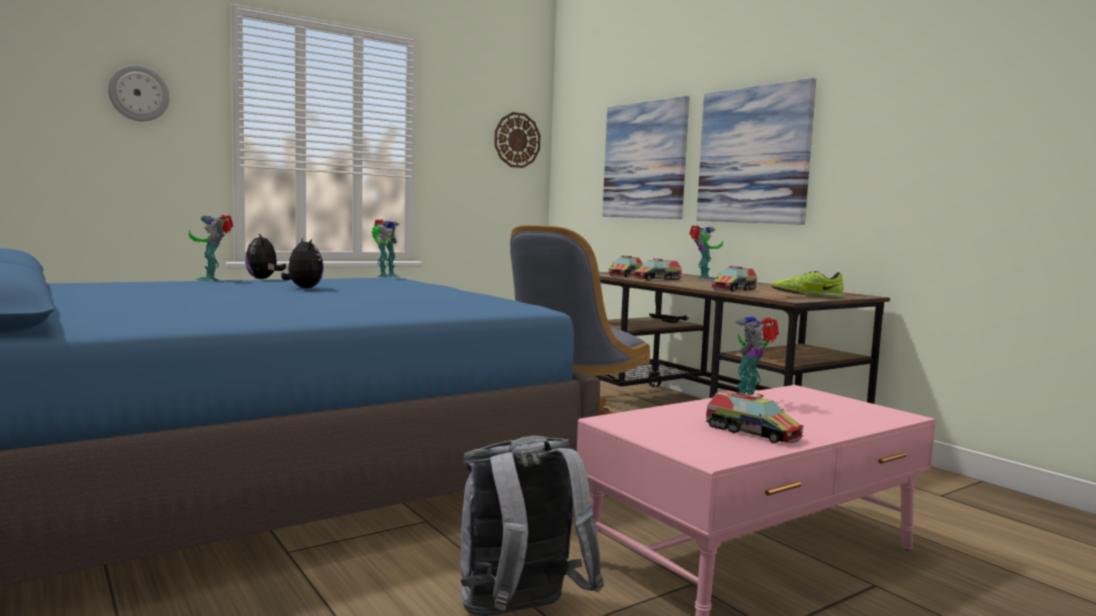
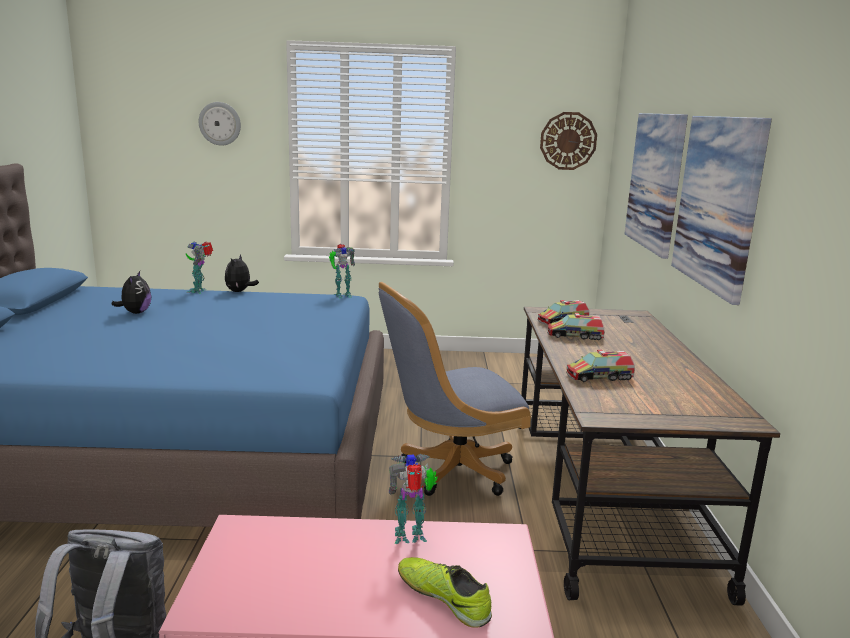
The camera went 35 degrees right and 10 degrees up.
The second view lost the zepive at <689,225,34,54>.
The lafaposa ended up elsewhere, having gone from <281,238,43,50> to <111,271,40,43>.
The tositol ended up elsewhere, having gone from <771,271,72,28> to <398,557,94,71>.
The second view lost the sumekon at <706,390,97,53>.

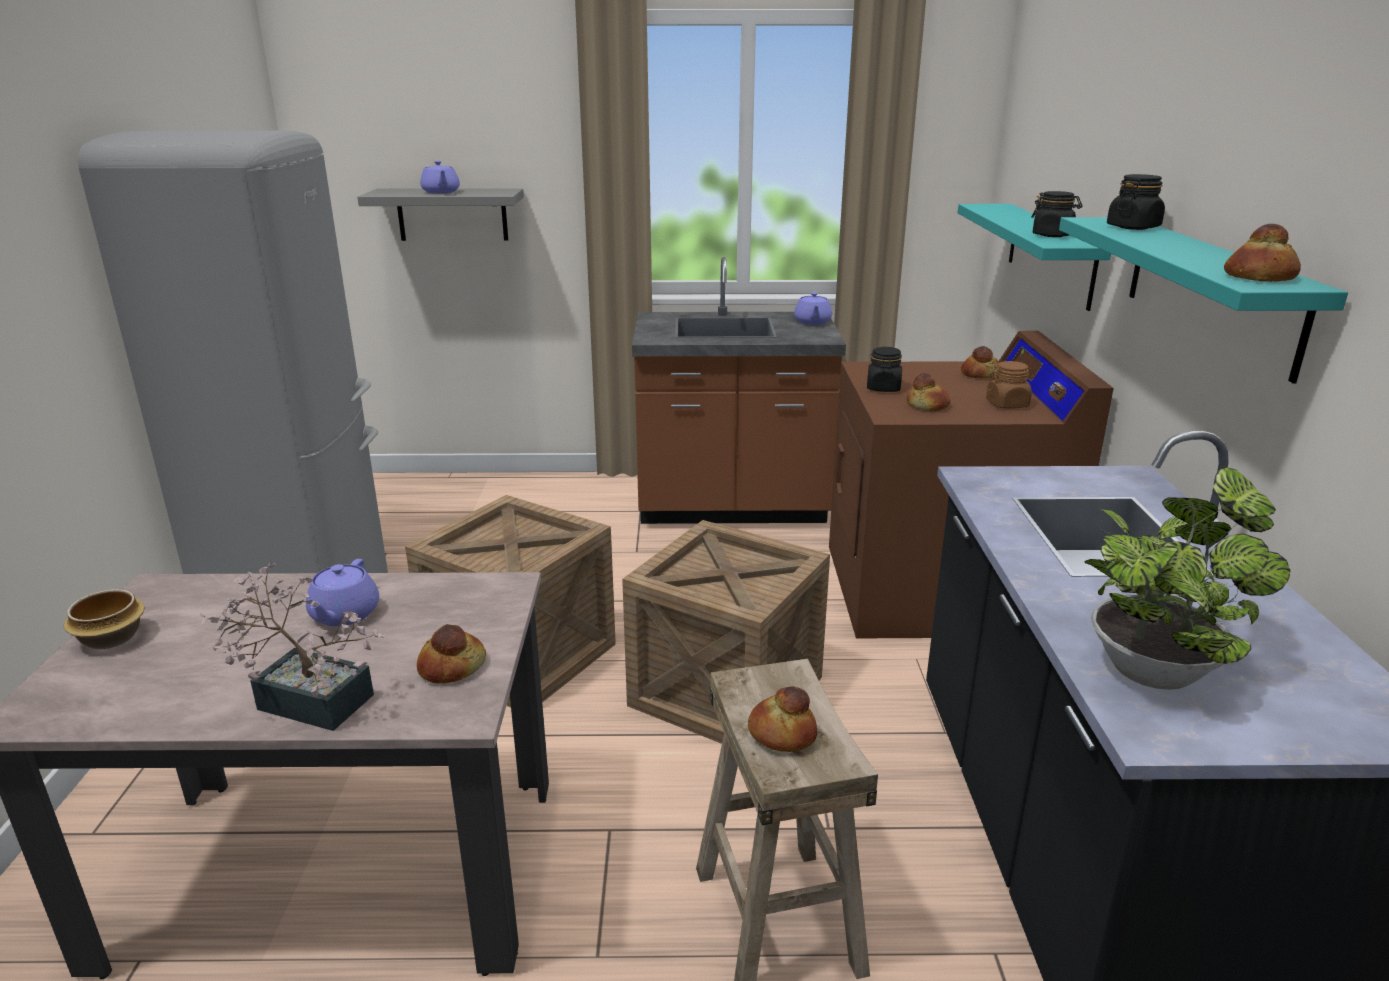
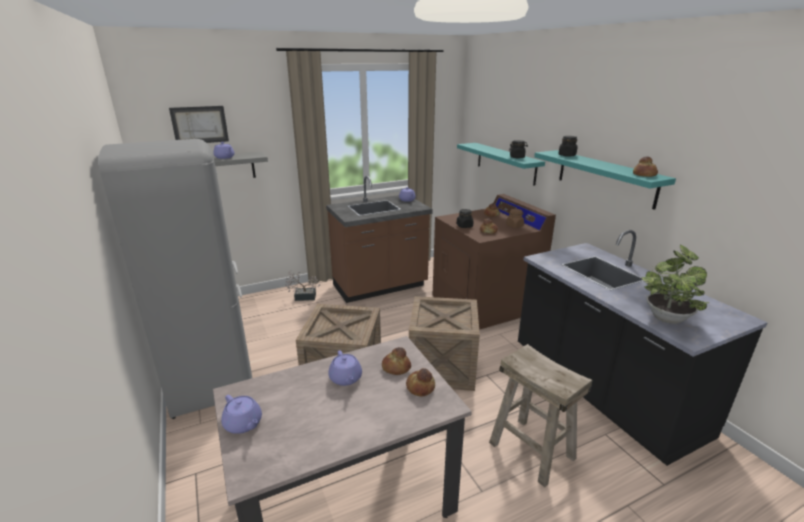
The camera went 25 degrees left and 0 degrees up.
The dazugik ended up elsewhere, having gone from <200,562,185,169> to <285,270,35,31>.
Where the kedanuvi stood at <64,589,81,60>, the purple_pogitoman came to stand at <221,395,41,39>.
The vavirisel ended up elsewhere, having gone from <748,686,69,66> to <382,347,29,28>.
The second view gained the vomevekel at <169,106,60,37>.

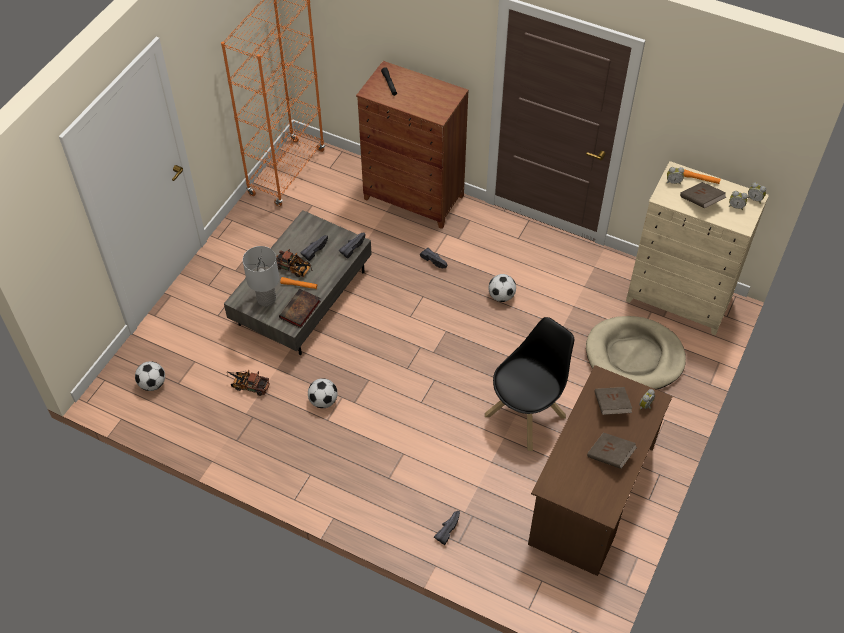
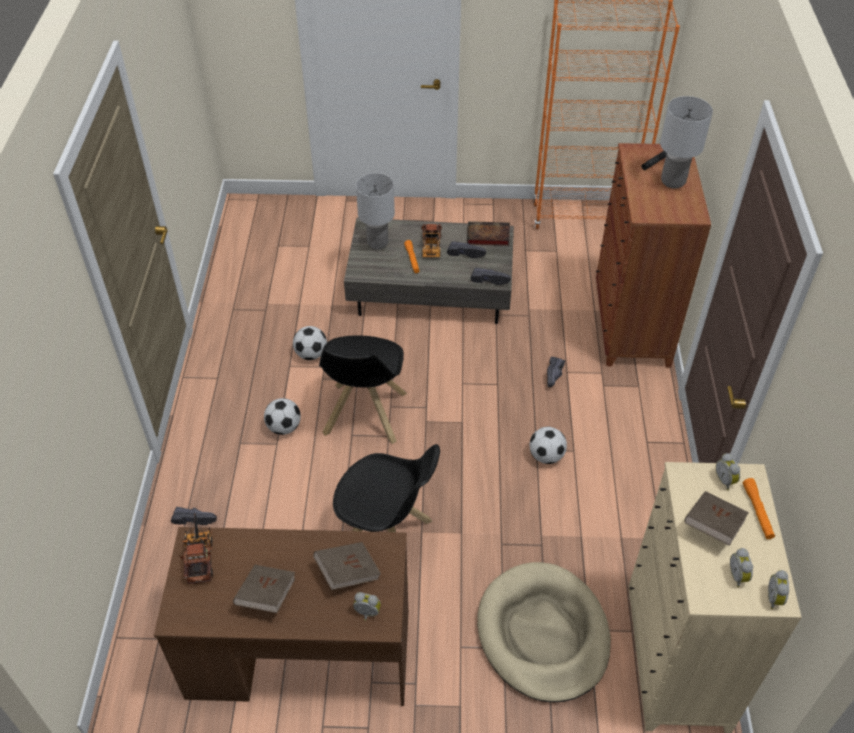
The camera went 65 degrees right and 5 degrees down.
The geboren ended up elsewhere, having gone from <279,289,42,39> to <467,221,43,25>.
The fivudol ended up elsewhere, having gone from <135,361,30,30> to <264,398,37,37>.
The sumekon ended up elsewhere, having gone from <227,370,43,26> to <180,513,33,71>.
The second view gained the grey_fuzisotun at <660,96,53,93>.
The second view gained the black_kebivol at <319,336,88,108>.

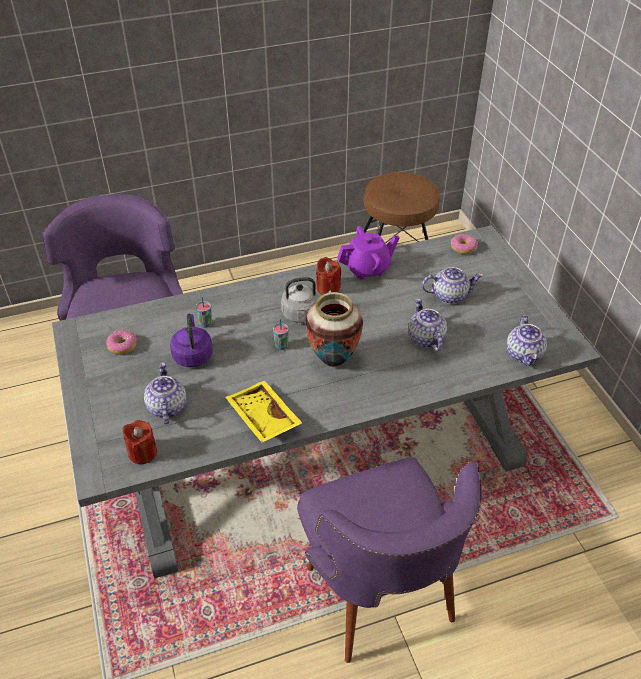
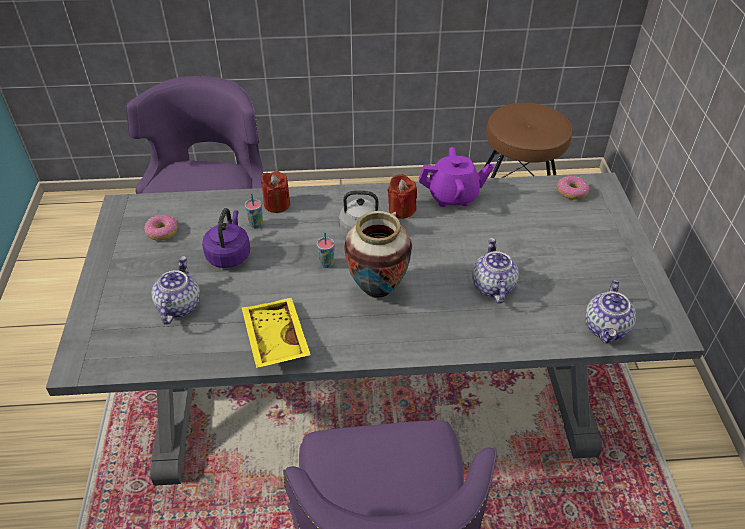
The camera went 15 degrees right and 0 degrees up.
The second view lost the pogitoman at <422,267,61,37>.
The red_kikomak ended up elsewhere, having gone from <122,420,35,44> to <261,171,29,42>.

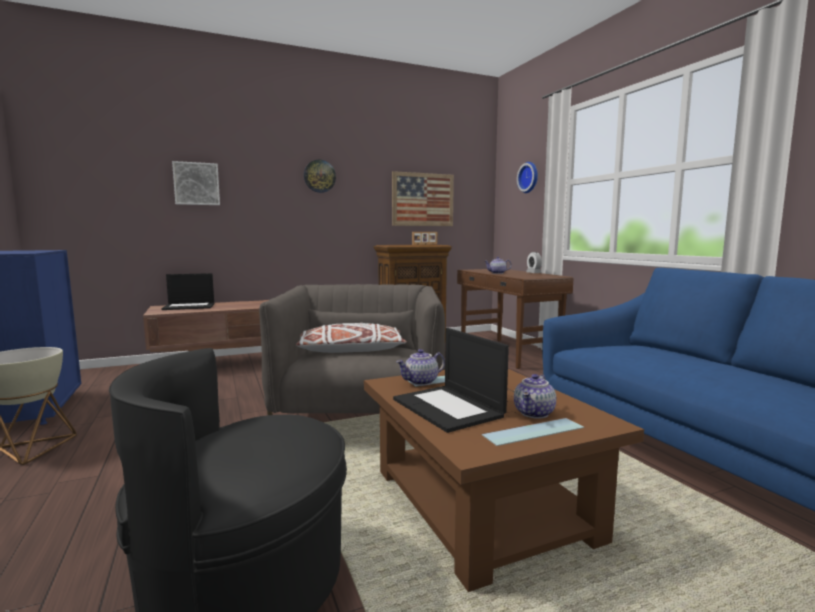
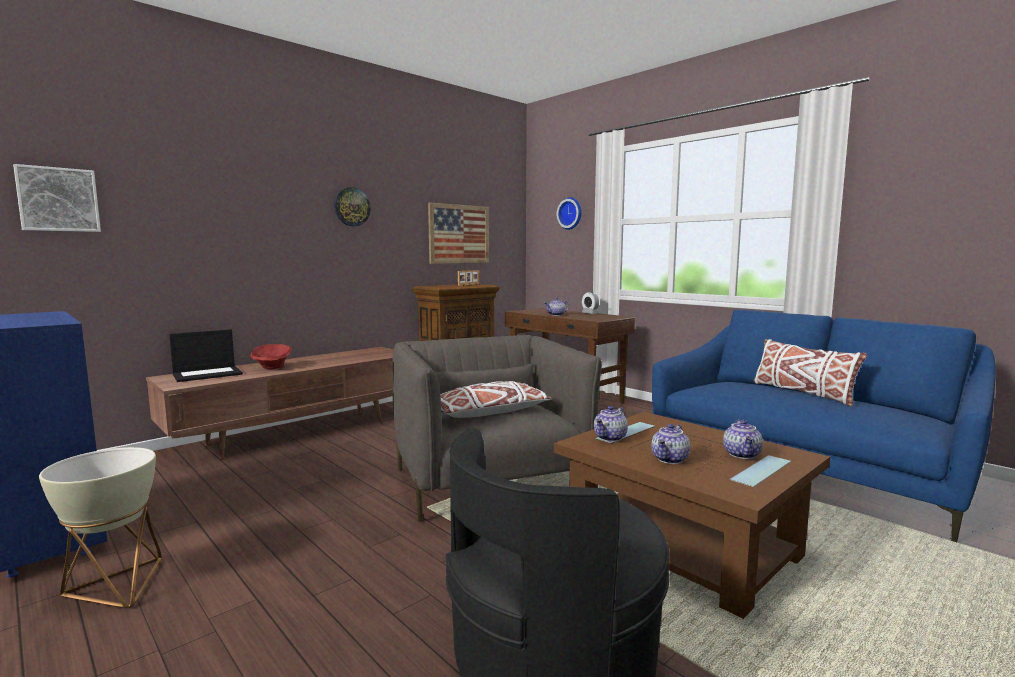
The camera went 20 degrees left and 0 degrees up.
The vomevekel ended up elsewhere, having gone from <172,161,48,44> to <13,164,88,68>.
Where the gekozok stood at <393,328,116,105>, the pogitoman came to stand at <651,424,39,40>.
The second view gained the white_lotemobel at <754,339,113,67>.
The second view gained the red_kedanuvi at <250,344,42,25>.

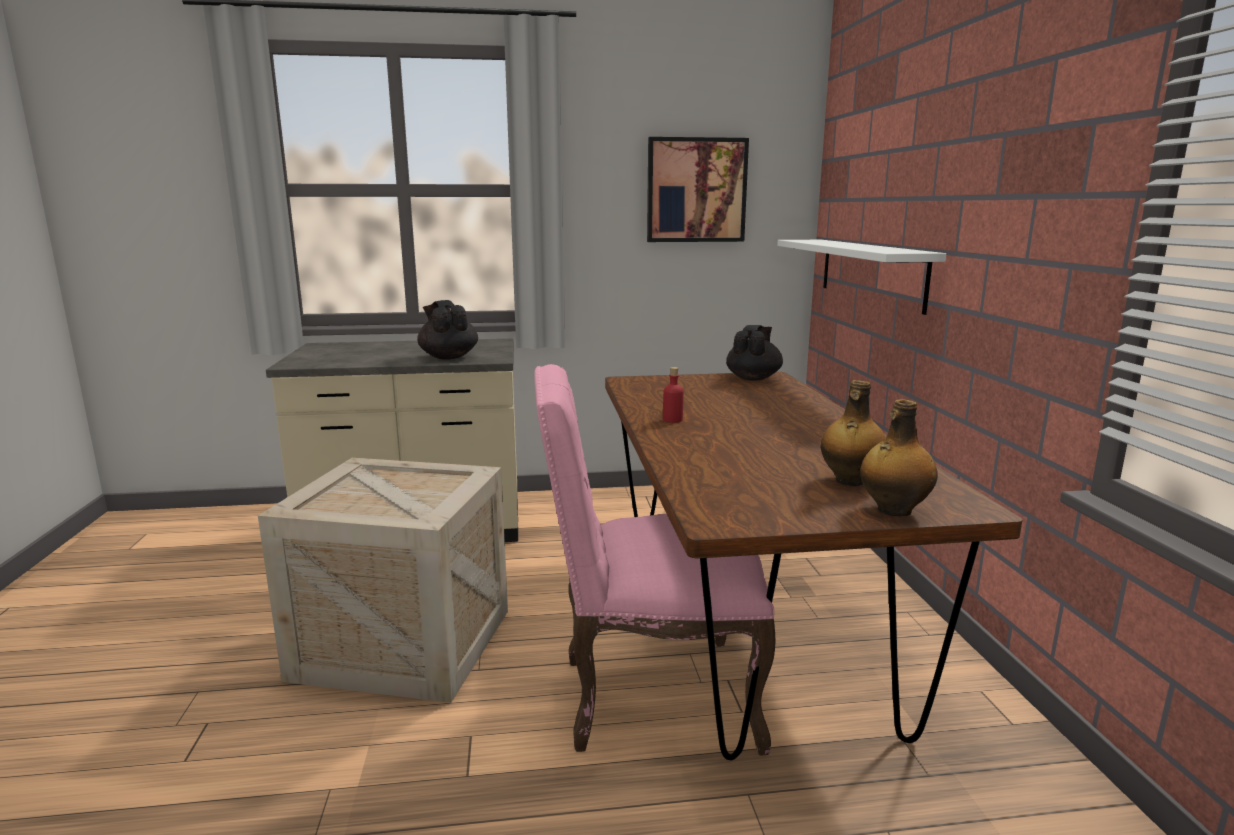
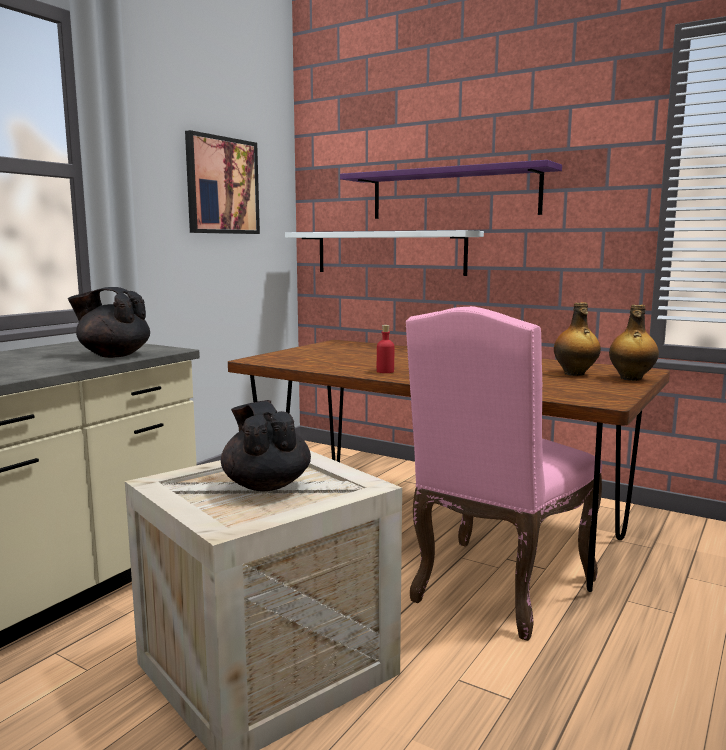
The camera went 50 degrees left and 5 degrees down.
The black_pogitoman ended up elsewhere, having gone from <726,325,57,56> to <221,400,90,92>.
The second view gained the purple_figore at <340,160,222,59>.

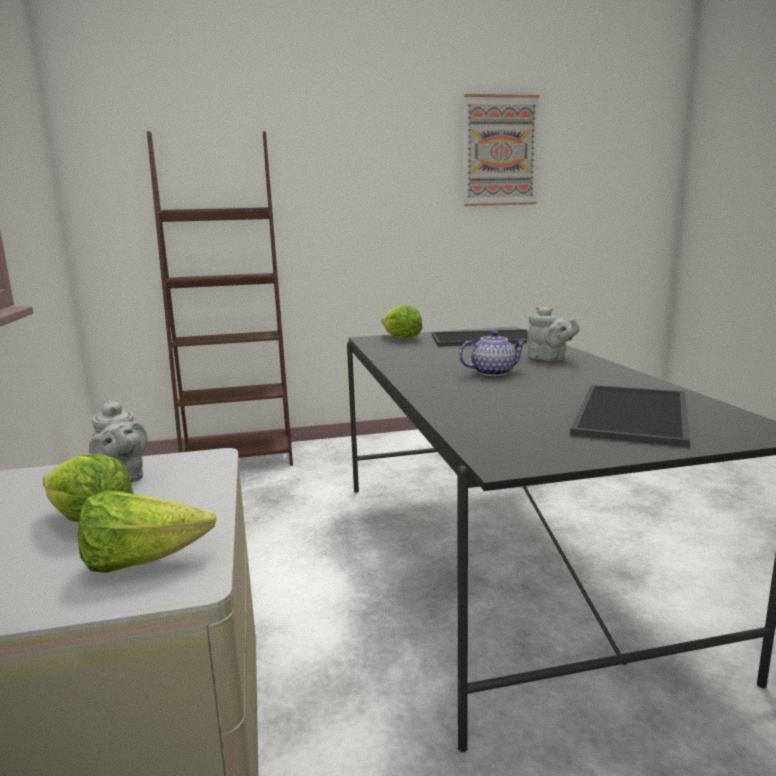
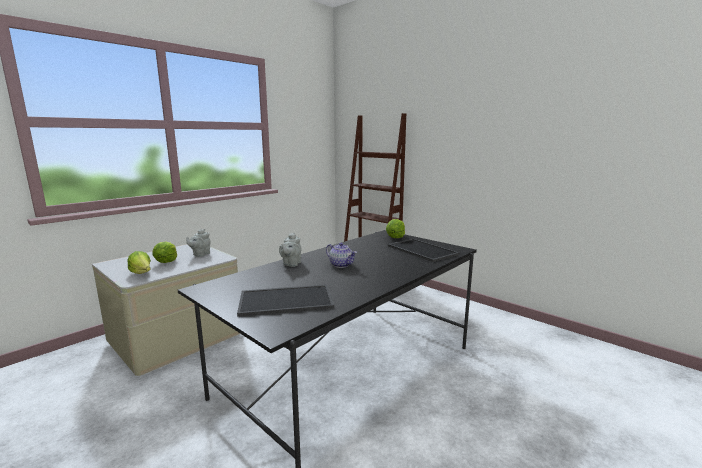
The camera went 55 degrees right and 0 degrees up.
The second view lost the vomevekel at <464,94,76,112>.
The grey_pogitoman ended up elsewhere, having gone from <527,306,53,55> to <279,233,22,34>.

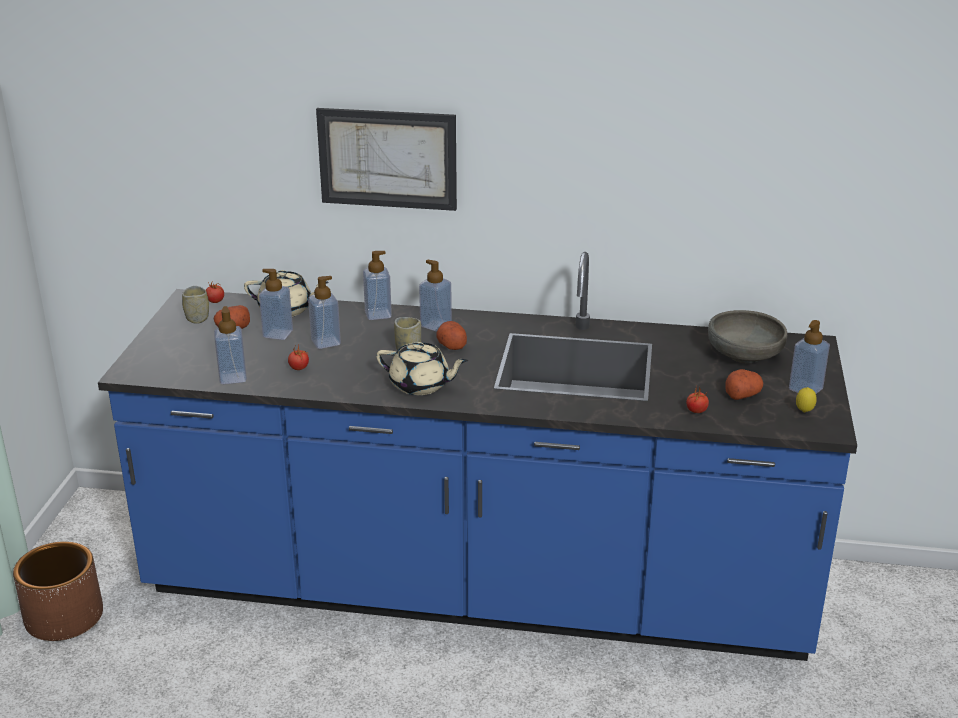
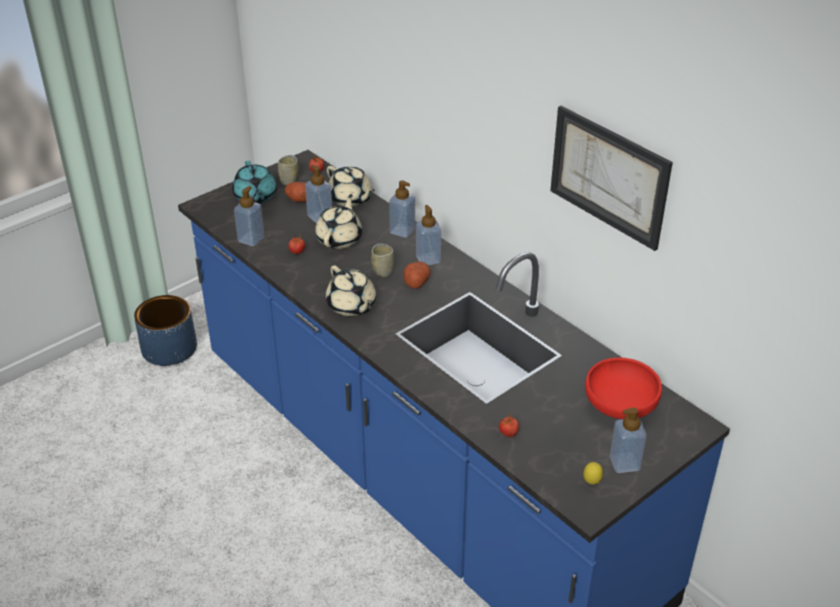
The camera went 40 degrees right and 10 degrees up.
The vomevekel ended up elsewhere, having gone from <316,108,141,103> to <550,106,123,145>.
Where the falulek stood at <308,276,33,73>, the beige_pogitoman came to stand at <315,194,47,55>.
What was the grey_kedanuvi at <708,310,79,53> turned into the red_kedanuvi at <585,357,77,62>.
The second view lost the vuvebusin at <725,369,38,31>.
What was the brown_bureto at <13,541,90,100> turned into the blue_bureto at <134,295,63,71>.
The second view gained the turquoise_pogitoman at <232,161,45,43>.

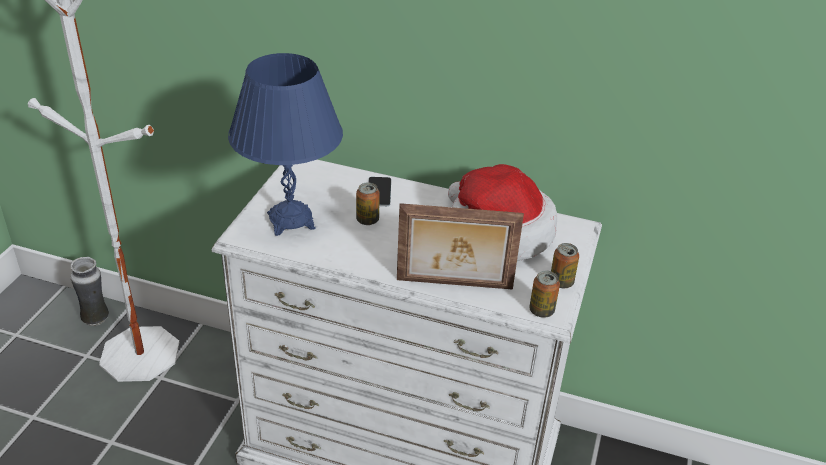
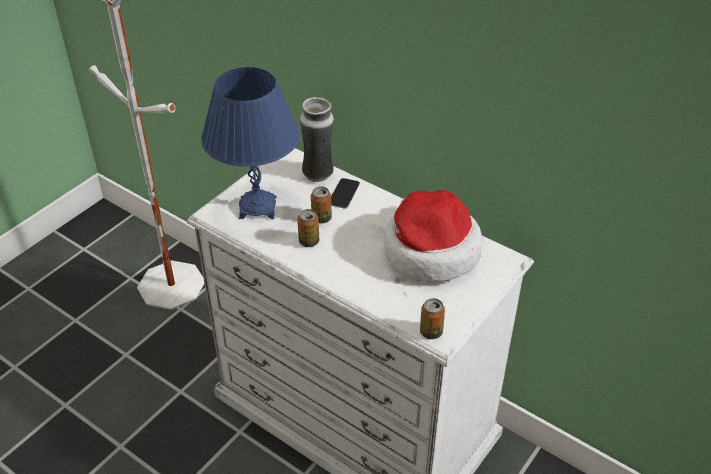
The camera went 20 degrees right and 5 degrees up.
The second view lost the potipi at <397,203,127,87>.
The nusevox ended up elsewhere, having gone from <551,243,28,45> to <297,209,22,38>.
The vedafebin ended up elsewhere, having gone from <70,257,39,69> to <300,97,34,85>.

